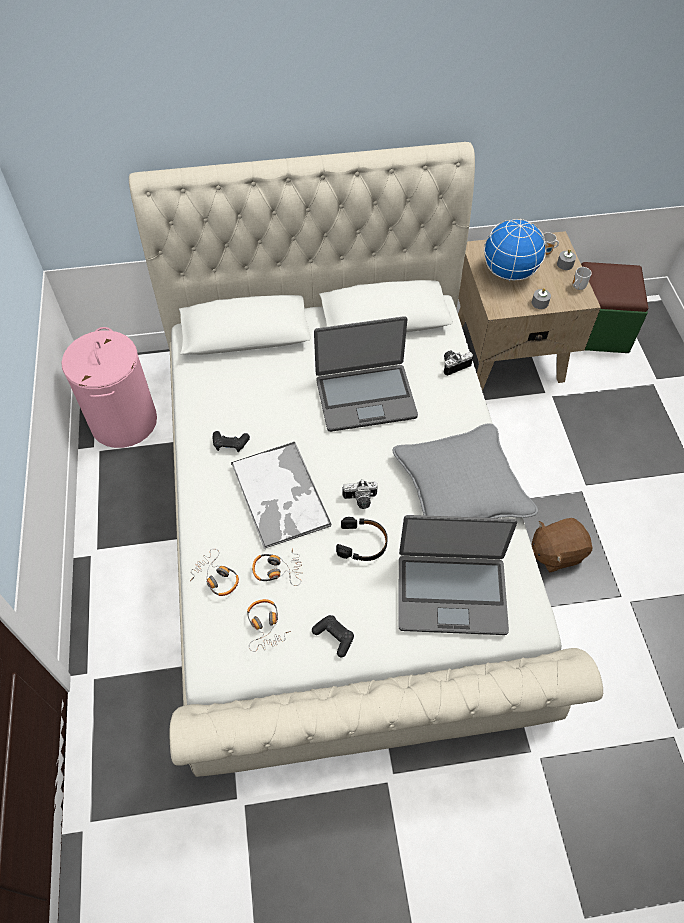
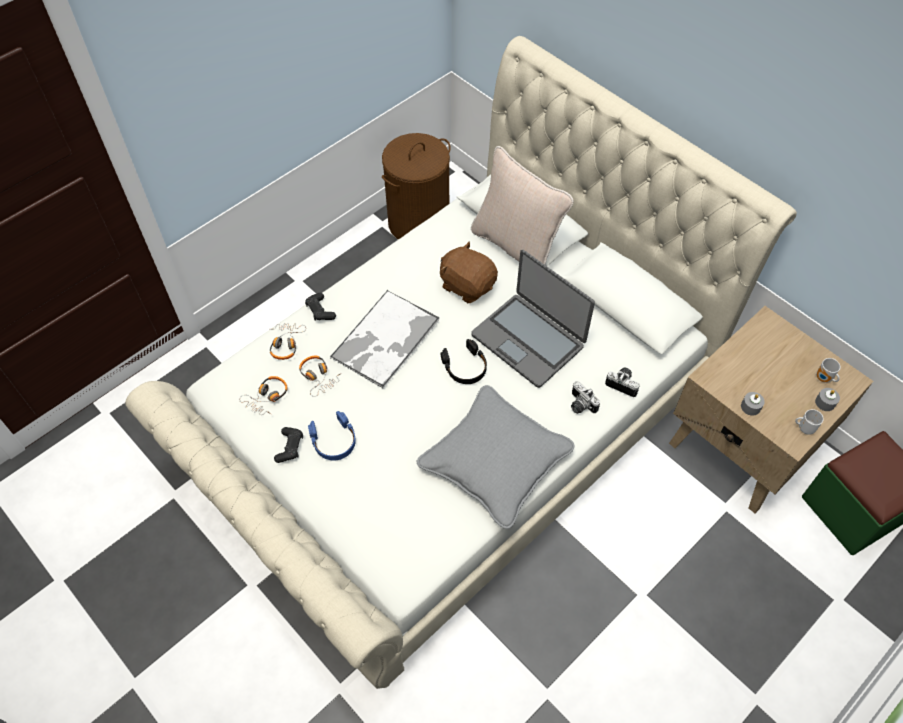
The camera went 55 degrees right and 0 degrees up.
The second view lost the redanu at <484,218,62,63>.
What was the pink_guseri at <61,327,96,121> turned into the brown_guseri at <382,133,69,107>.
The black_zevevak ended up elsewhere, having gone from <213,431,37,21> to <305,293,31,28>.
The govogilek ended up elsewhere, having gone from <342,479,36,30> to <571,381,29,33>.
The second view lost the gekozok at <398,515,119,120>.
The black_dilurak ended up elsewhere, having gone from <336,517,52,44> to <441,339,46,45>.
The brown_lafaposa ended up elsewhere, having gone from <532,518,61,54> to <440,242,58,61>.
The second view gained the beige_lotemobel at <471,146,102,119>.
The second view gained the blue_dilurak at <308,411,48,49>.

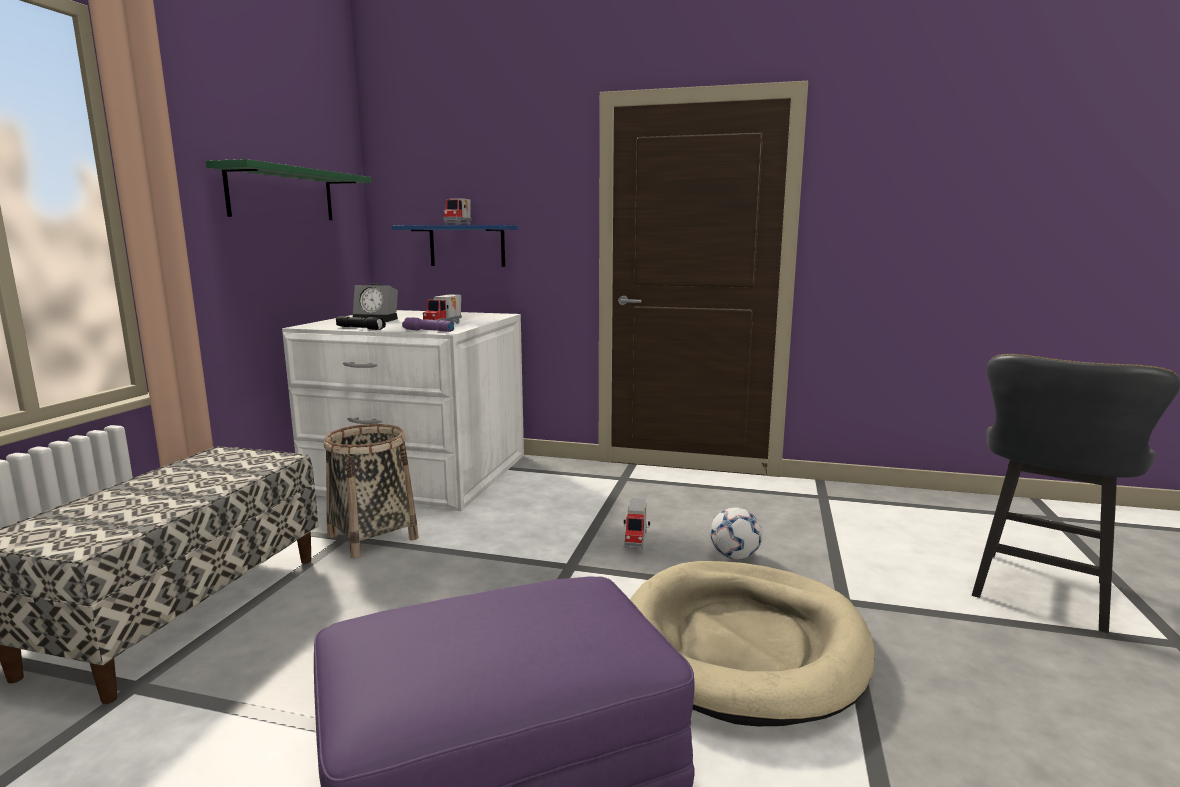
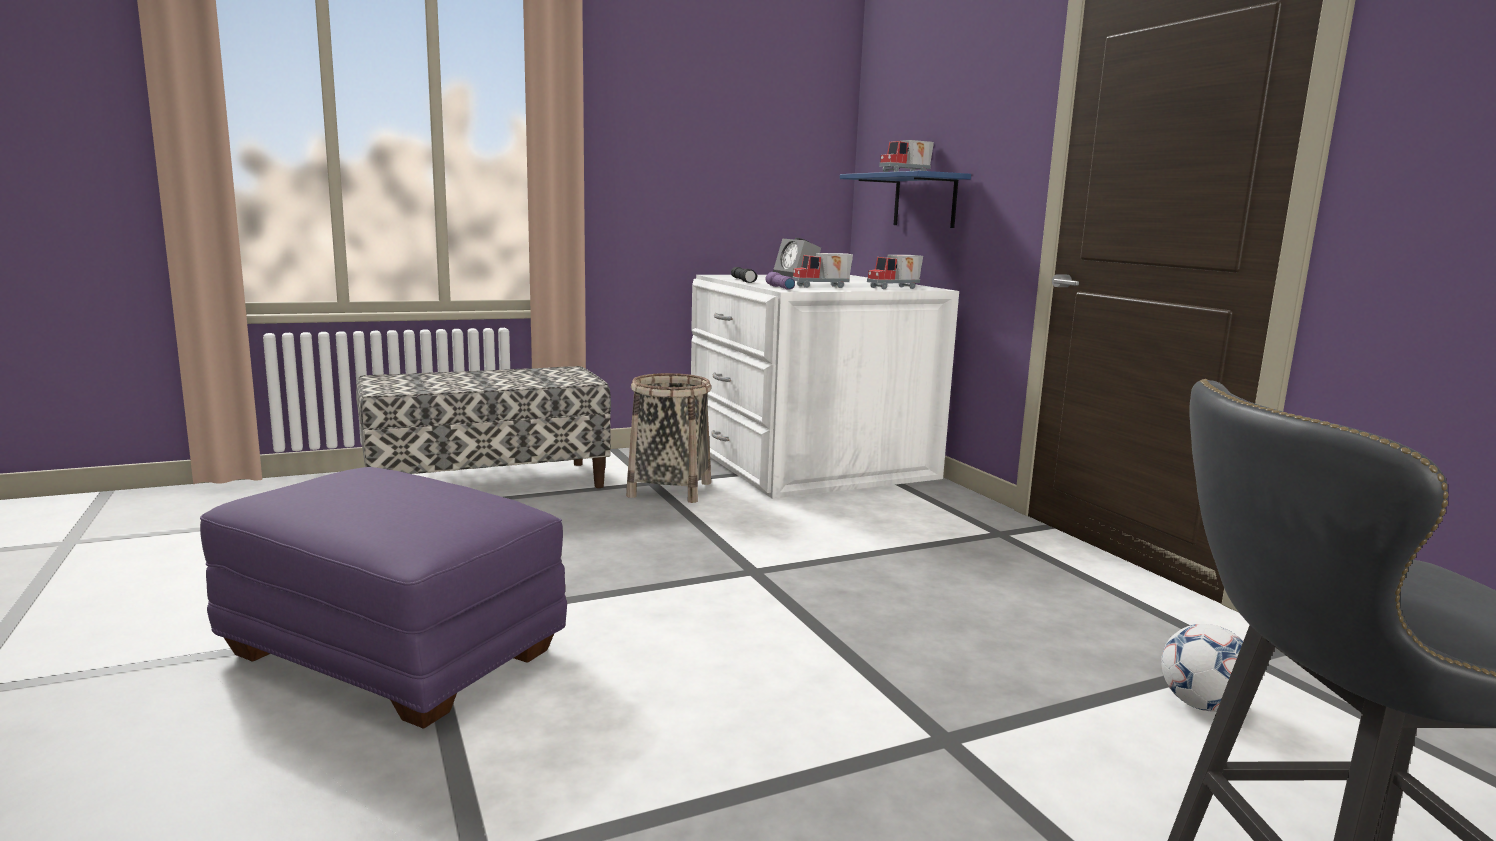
The camera went 50 degrees right and 0 degrees up.
The second view lost the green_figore at <206,159,165,61>.
The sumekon ended up elsewhere, having gone from <623,498,27,51> to <867,255,56,34>.
The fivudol ended up elsewhere, having gone from <710,507,52,52> to <1161,624,82,88>.
The second view lost the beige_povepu at <630,561,245,165>.

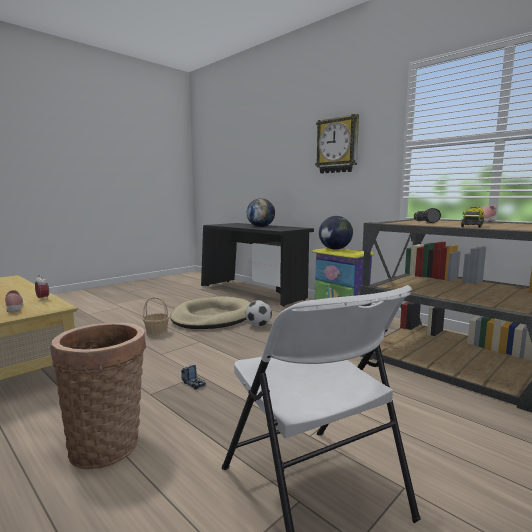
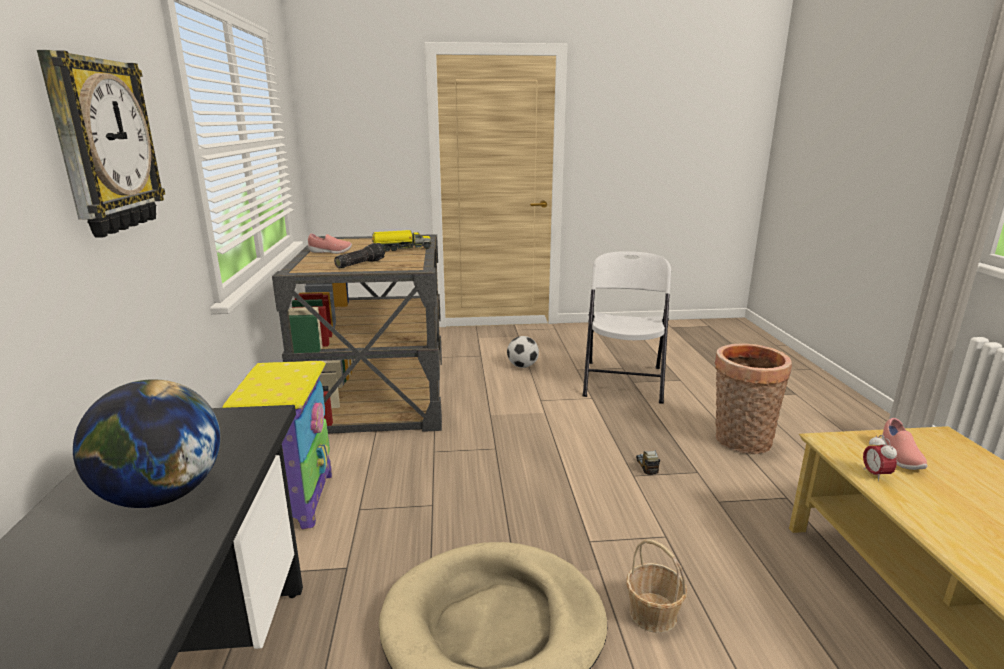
The camera went 140 degrees left and 10 degrees up.
The second view lost the redanu at <319,216,34,34>.
The fivudol ended up elsewhere, having gone from <245,300,27,27> to <507,336,32,32>.

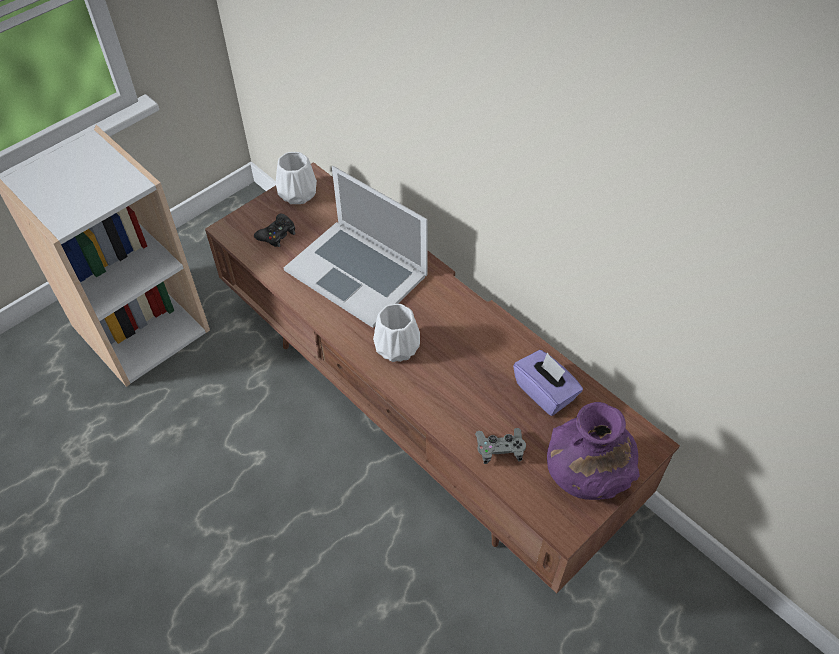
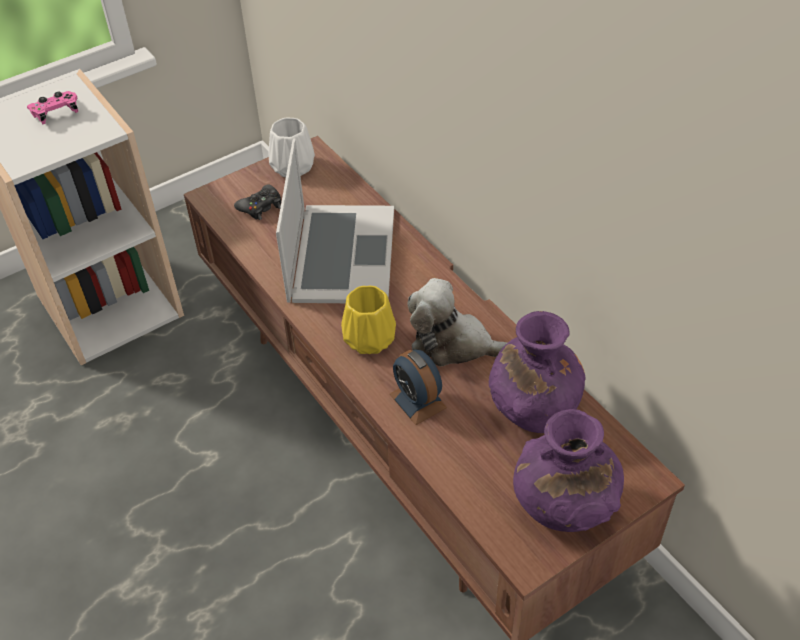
The camera went 10 degrees right and 5 degrees down.
The gekozok at <284,166,143,162> ended up facing another way, 135 degrees counterclockwise from before.
What was the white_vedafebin at <373,304,47,58> turned into the yellow_vedafebin at <341,286,55,68>.
Where the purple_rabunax stood at <513,350,70,66>, the purple_vedafebin came to stand at <489,311,97,122>.
The second view lost the grey_zevevak at <475,428,51,36>.
The second view gained the pink_zevevak at <27,91,51,33>.
The second view gained the lafaposa at <408,278,99,88>.
The second view gained the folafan at <390,349,57,76>.

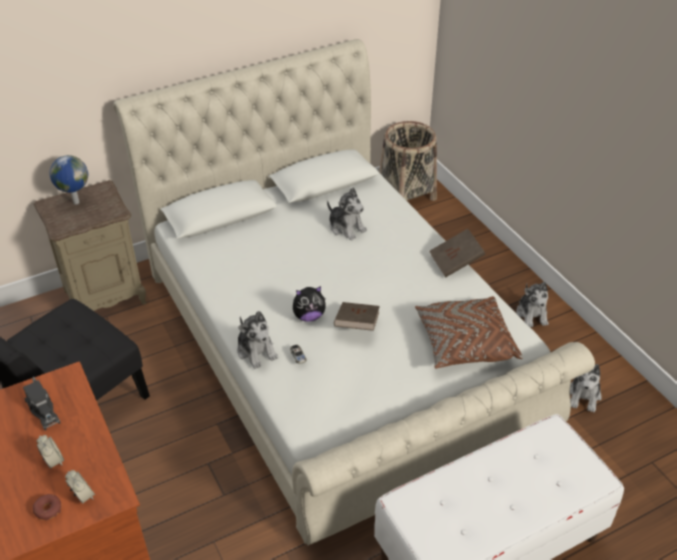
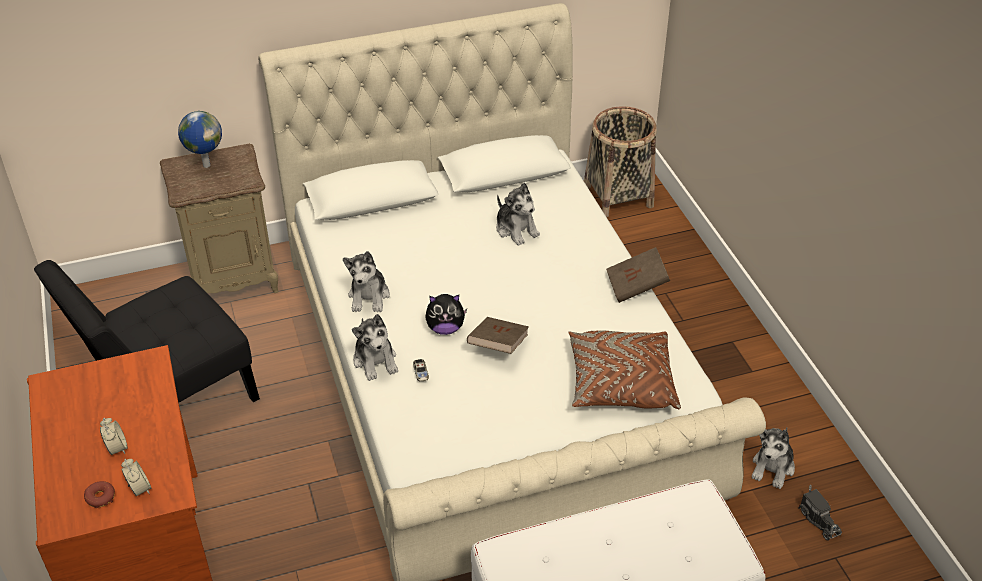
The camera went 10 degrees right and 0 degrees up.
The lafaposa ended up elsewhere, having gone from <516,281,33,46> to <343,251,47,61>.
The sumekon ended up elsewhere, having gone from <23,377,37,53> to <799,485,43,55>.

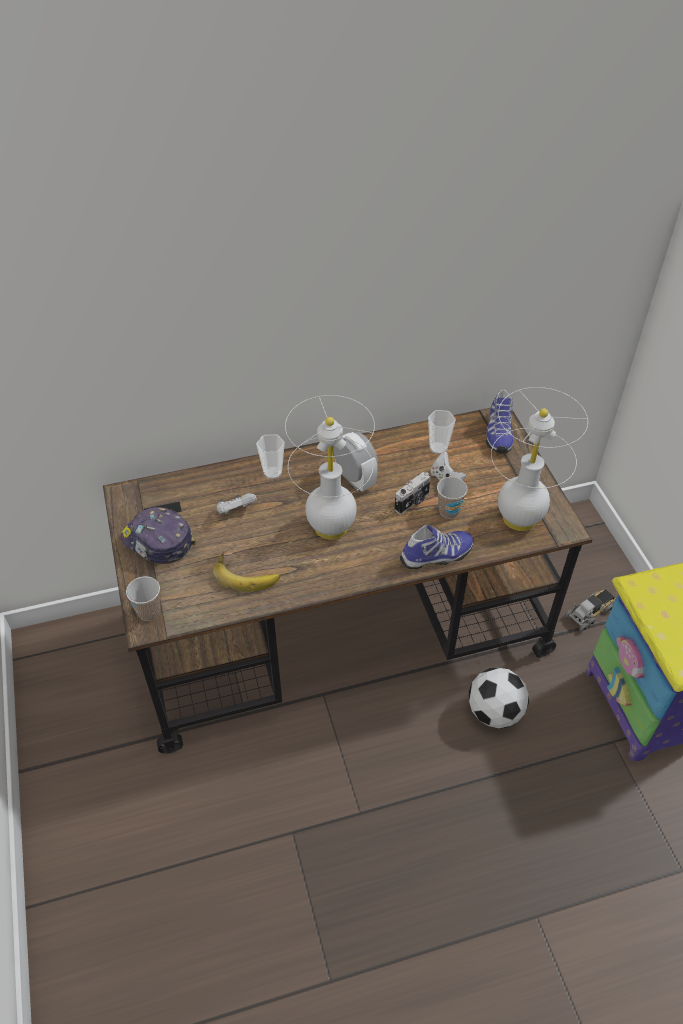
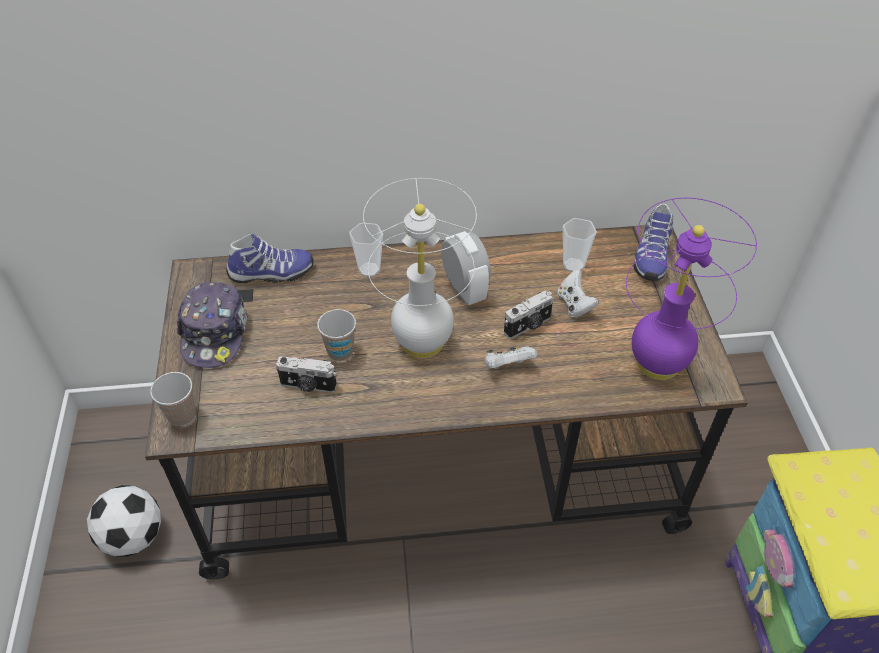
The camera went 10 degrees right and 0 degrees up.
What was the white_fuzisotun at <491,387,97,144> turned into the purple_fuzisotun at <626,198,131,182>.
The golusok ended up elsewhere, having gone from <437,477,31,41> to <317,309,39,52>.
The white_zevevak ended up elsewhere, having gone from <216,493,41,21> to <485,346,52,23>.
The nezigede at <121,507,75,57> ended up facing another way, 135 degrees counterclockwise from before.
The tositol ended up elsewhere, having gone from <400,524,74,45> to <226,233,87,50>.
Where the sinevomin stood at <213,552,67,40>, the govogilek came to stand at <276,356,61,37>.
The second view lost the sumekon at <565,589,50,43>.
The fivudol ended up elsewhere, having gone from <469,667,60,62> to <87,485,74,72>.

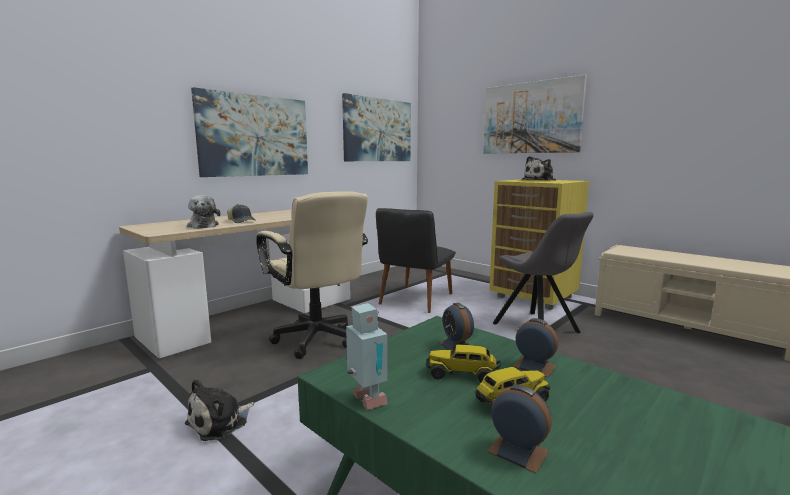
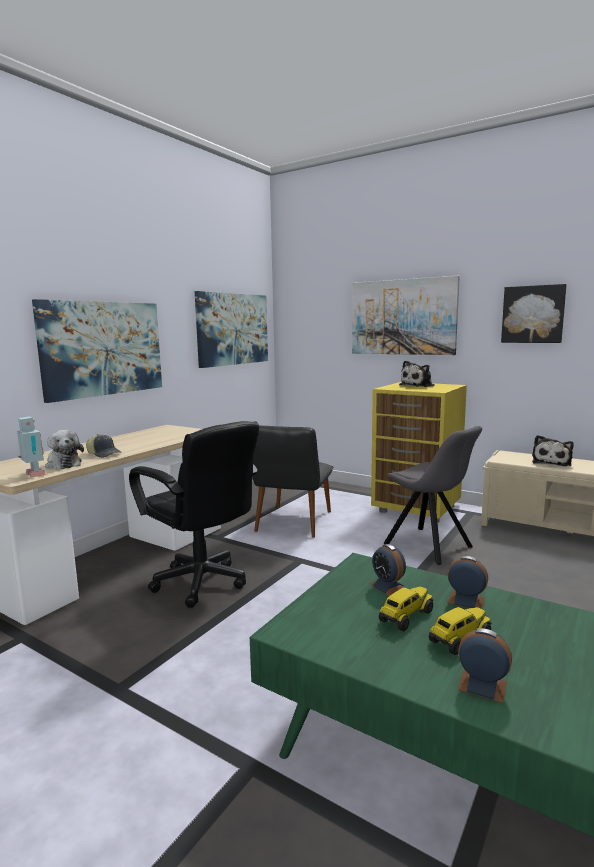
The camera went 10 degrees left and 0 degrees up.
What was the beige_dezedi at <256,191,112,168> turned into the black_dezedi at <129,421,130,187>.
The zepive ended up elsewhere, having gone from <346,303,42,107> to <17,416,28,62>.
The sumekon at <425,344,76,39> ended up facing another way, 135 degrees clockwise from before.
The lafaposa ended up elsewhere, having gone from <185,379,69,62> to <532,435,42,31>.
The second view gained the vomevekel at <501,284,66,59>.

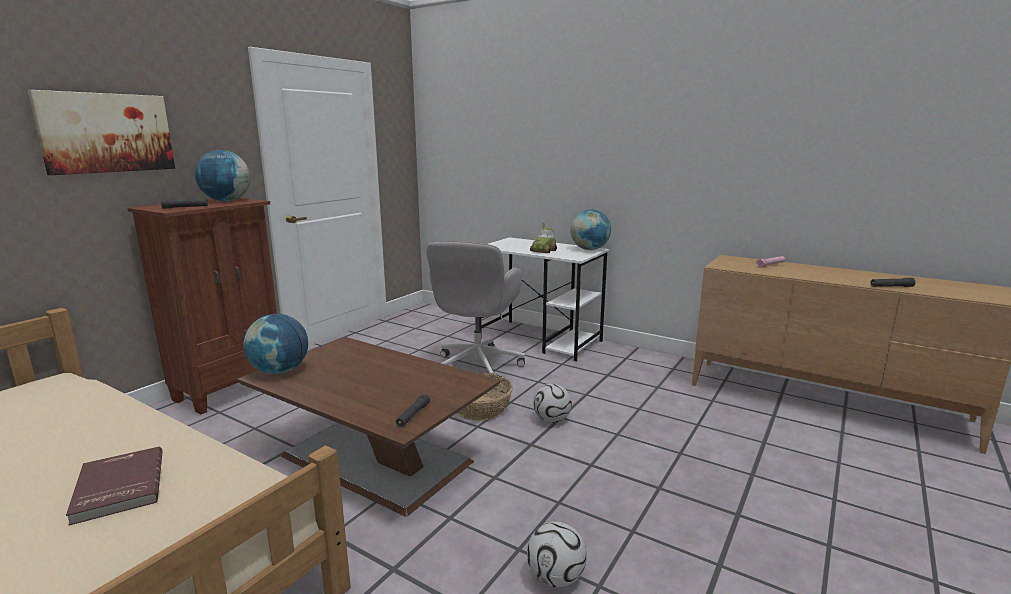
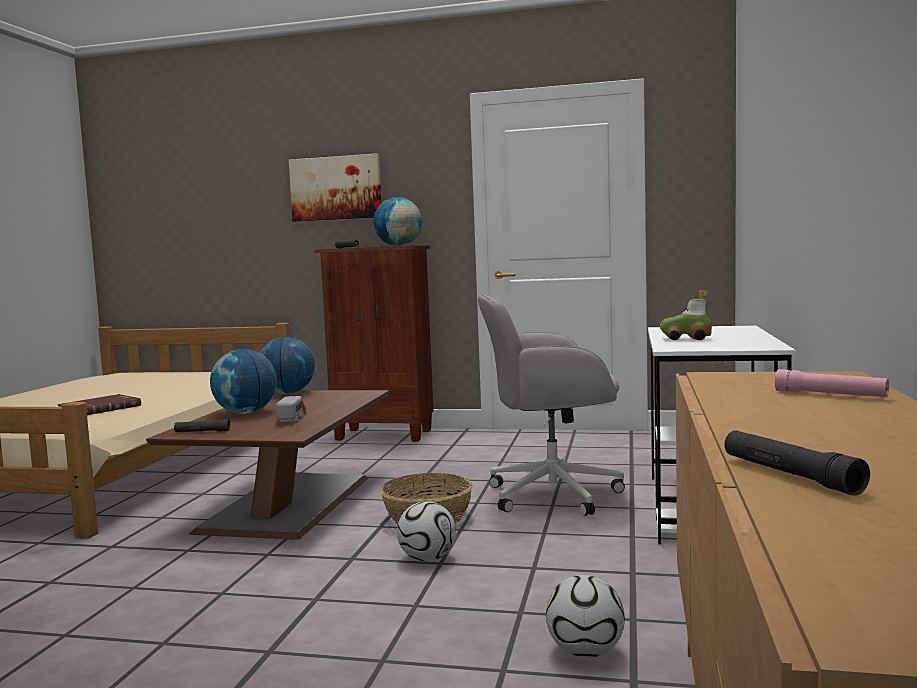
The camera went 70 degrees right and 10 degrees down.
The redanu ended up elsewhere, having gone from <570,210,41,40> to <210,349,67,65>.
The fivudol ended up elsewhere, having gone from <527,522,60,65> to <546,575,79,83>.
The second view gained the sumekon at <276,395,31,29>.

